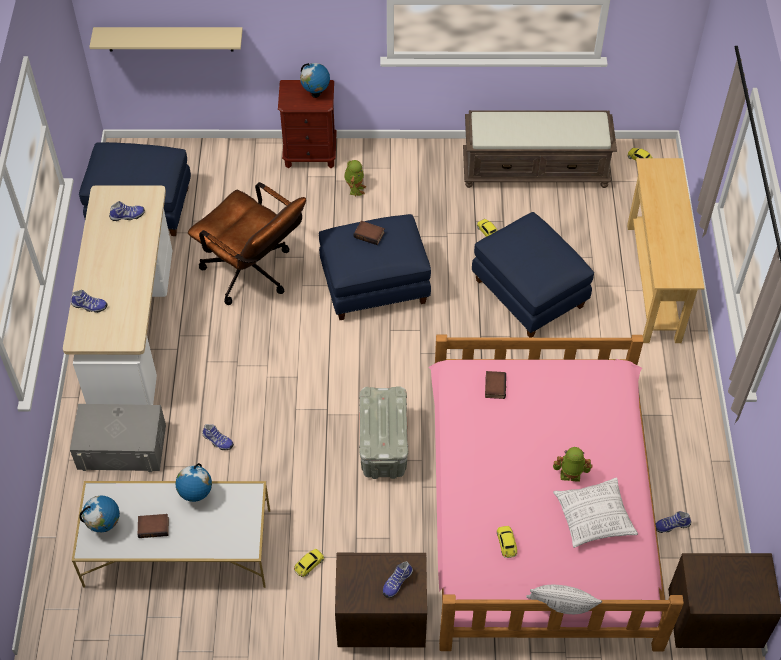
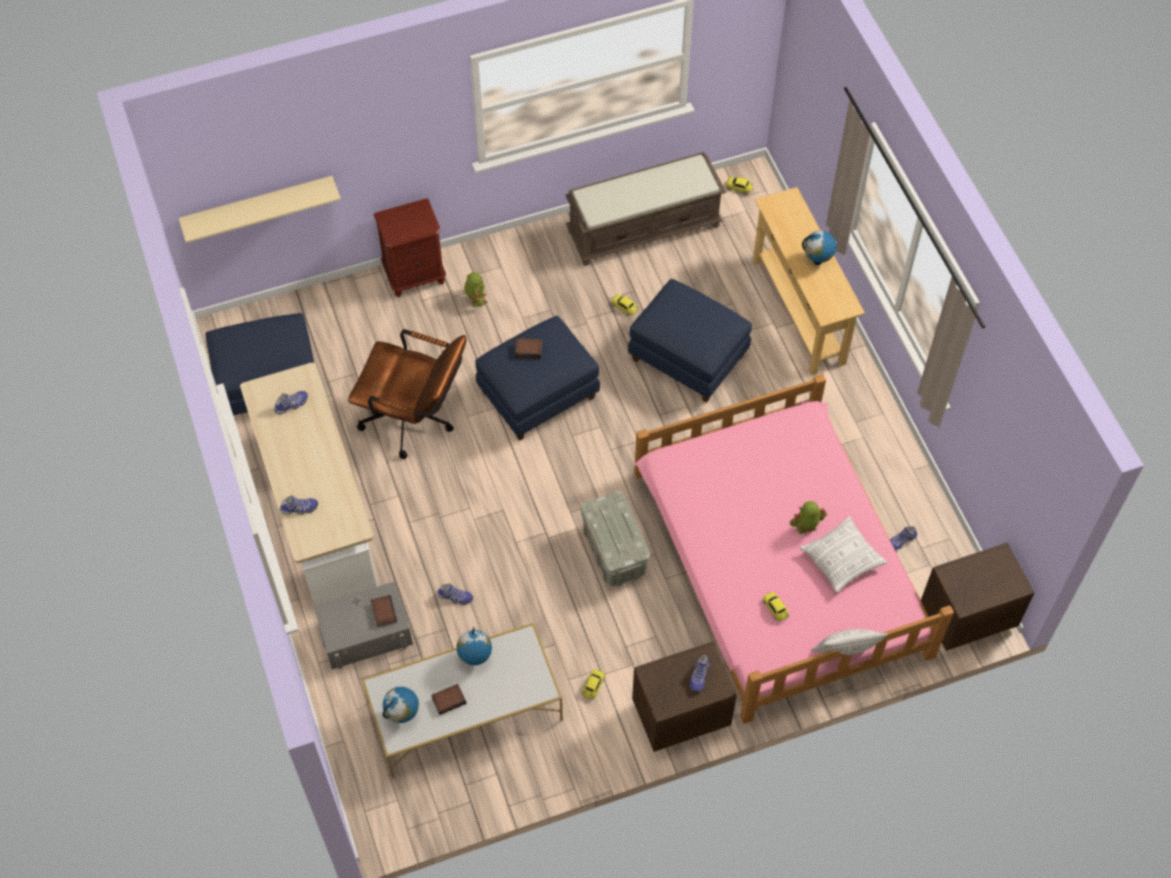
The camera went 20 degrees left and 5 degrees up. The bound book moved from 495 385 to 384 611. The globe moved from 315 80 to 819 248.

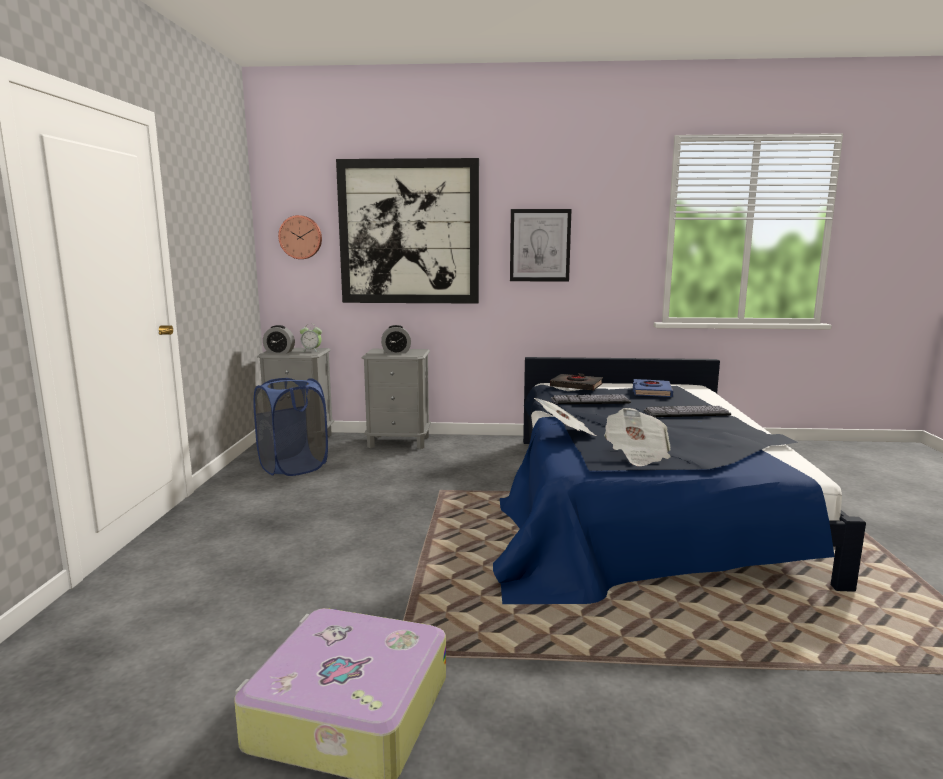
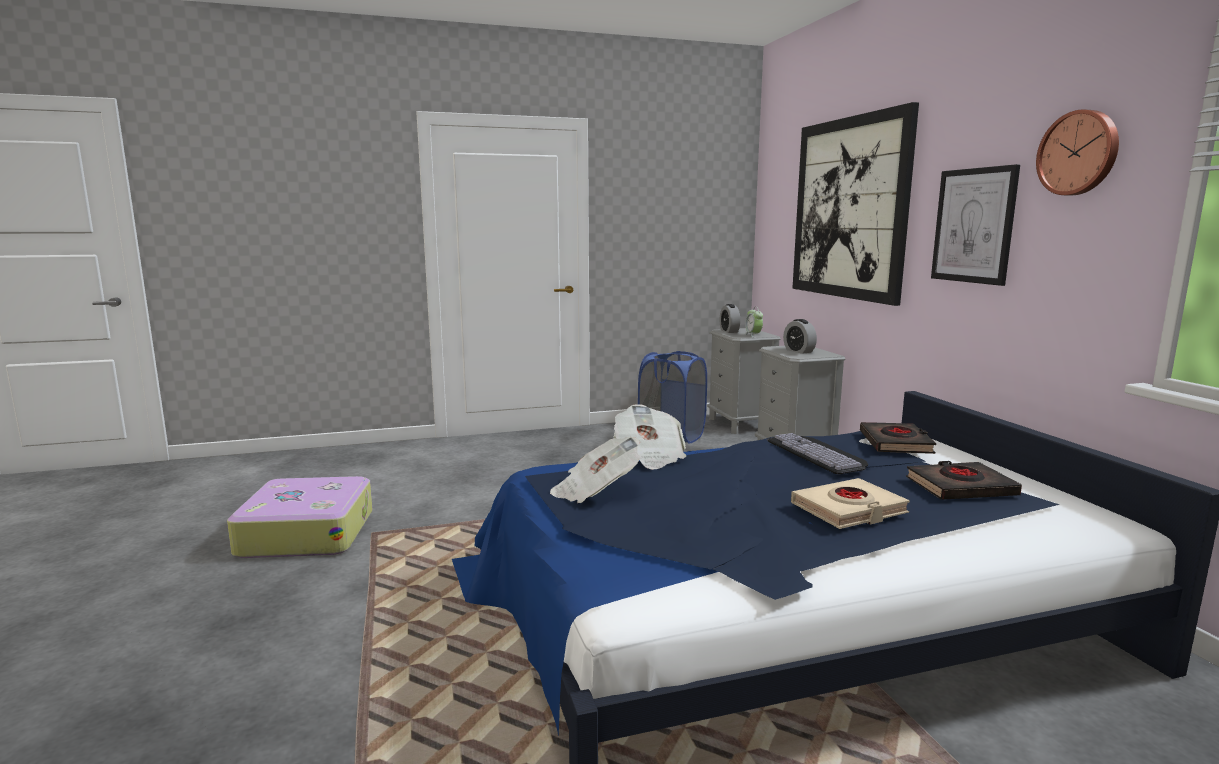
The camera went 70 degrees right and 0 degrees up. The keyboard at 687 411 was replaced by the bound book (beige) at 850 503. The bound book (blue) at 653 388 became the bound book (black) at 964 480. The wall clock moved from 300 237 to 1077 152.

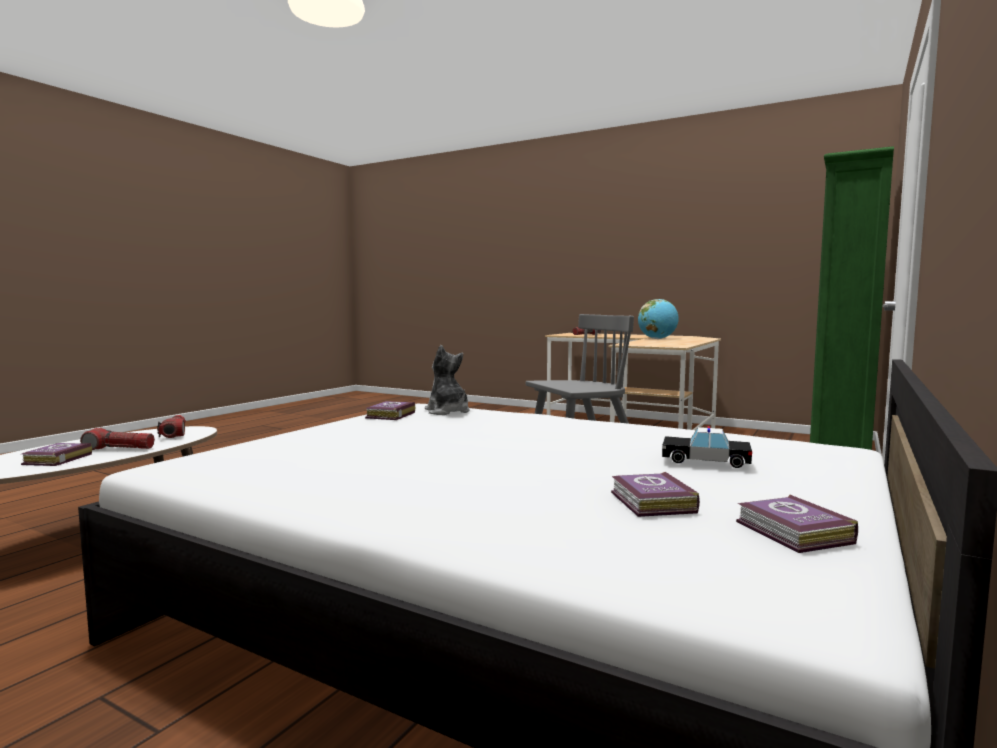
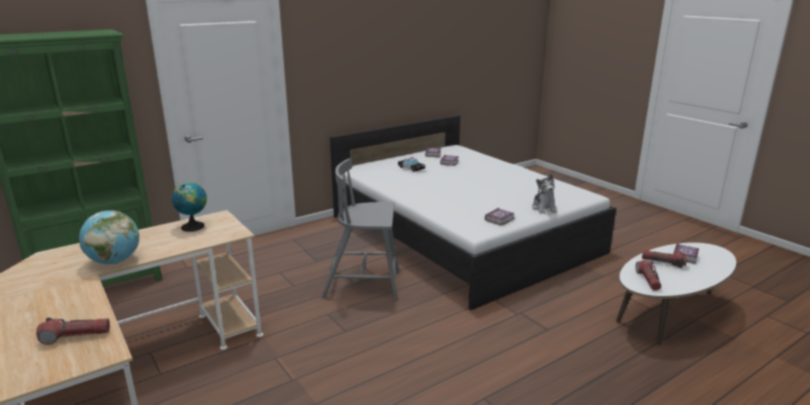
The camera went 155 degrees left and 15 degrees up. The globe at 189 207 appeared. The plush toy moved from 447 380 to 544 193.

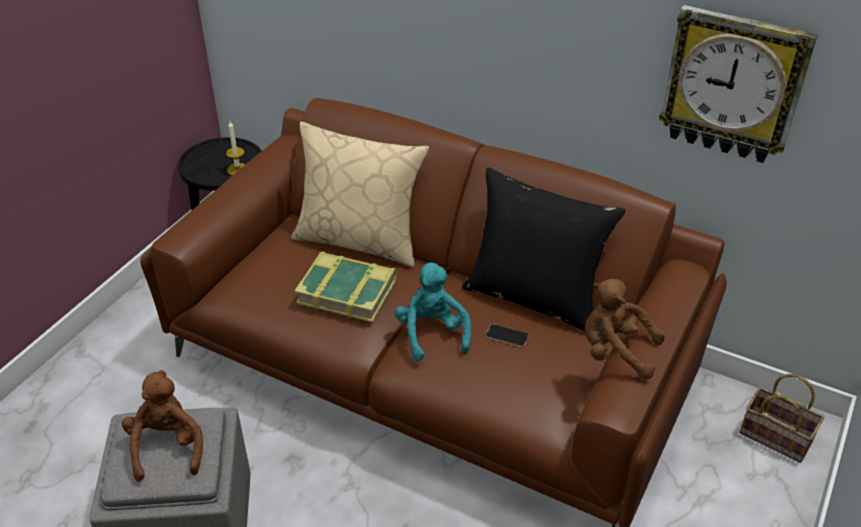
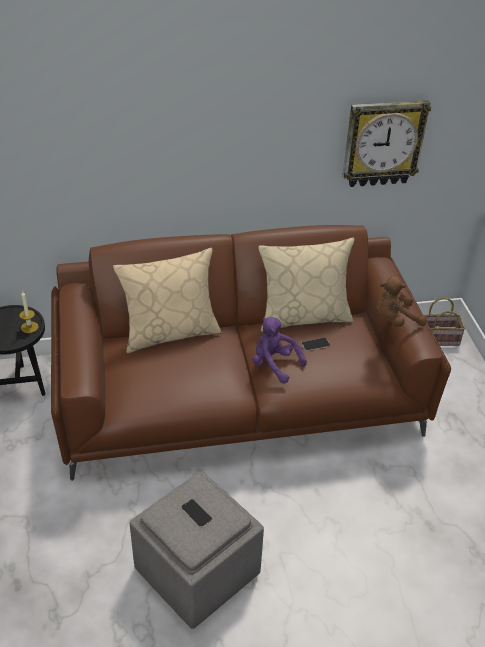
The camera went 40 degrees left and 0 degrees up. The plush toy (brown-coloured) at 162 426 was replaced by the telephone at 196 513. The plush toy (blue-green) at 433 311 became the plush toy (purple) at 280 350. The throw pillow (black) at 544 250 became the throw pillow (beige) at 306 285. The bound book at 346 287 disappeared.

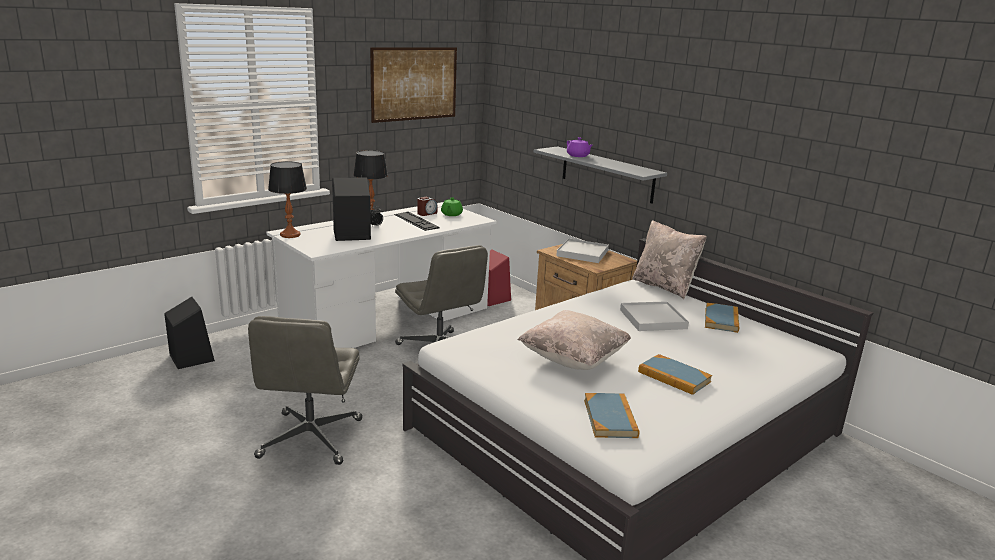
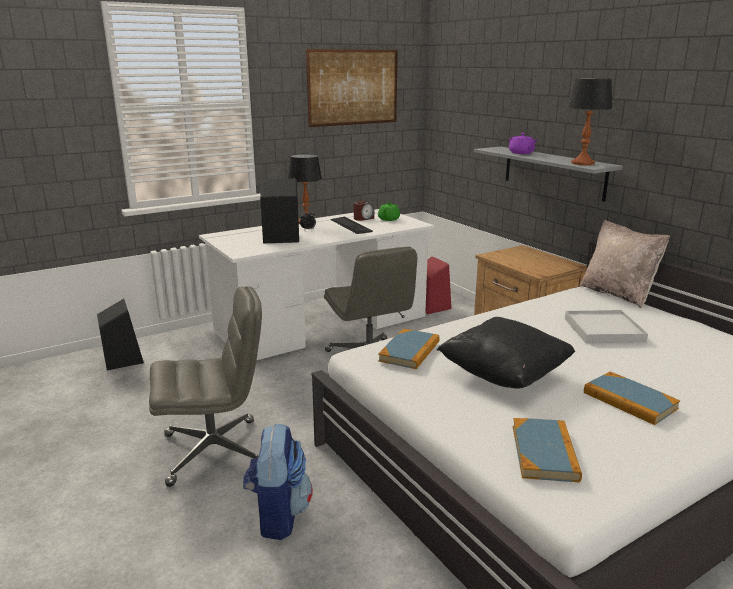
The camera went 10 degrees right and 0 degrees up. The computer chair (grey) at 305 390 turned 120 degrees counterclockwise. The backpack at 278 482 appeared. The bound book moved from 722 318 to 409 349. The throw pillow (beige) at 574 340 became the throw pillow (black) at 506 353. The lamp for a table moved from 287 199 to 590 121. The tray (white-coloured) at 582 250 disappeared.

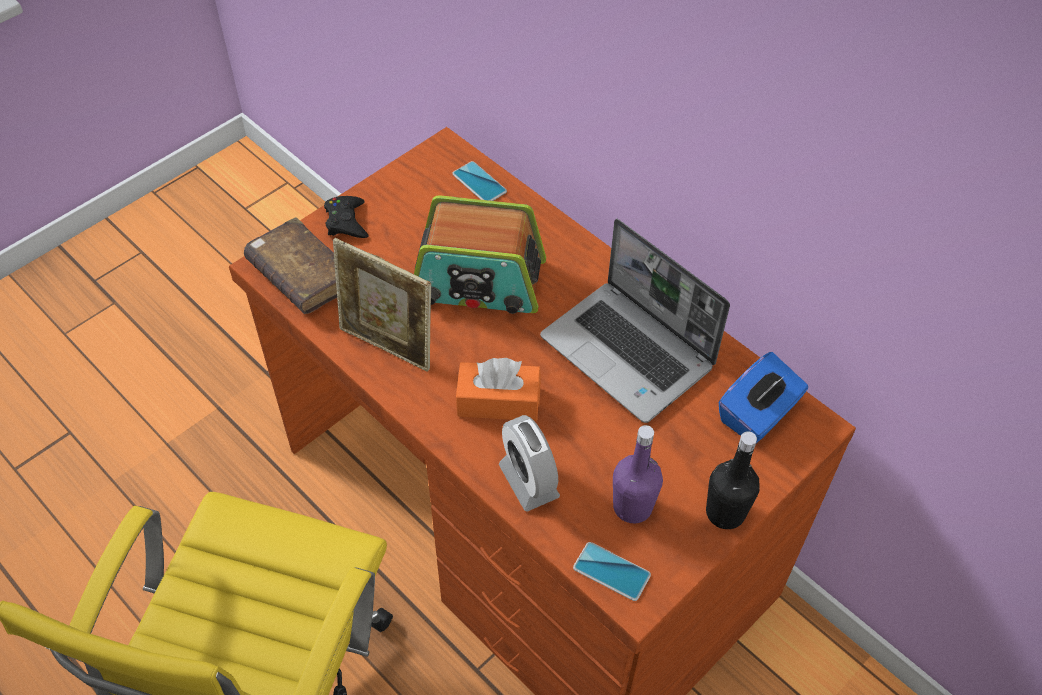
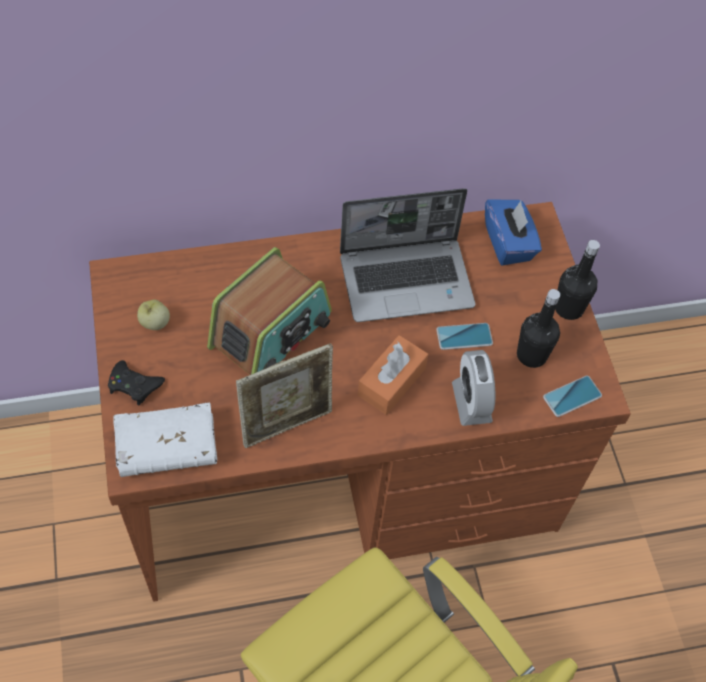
The camera went 60 degrees left and 5 degrees up. The bound book (brown-coloured) at 290 265 became the bound book (white-coloured) at 165 439. The whole apple at 153 314 appeared. The telephone moved from 479 181 to 464 336. The bedside clock at 529 463 turned 75 degrees clockwise. The drink bottle (purple) at 638 474 became the drink bottle (black) at 538 328.

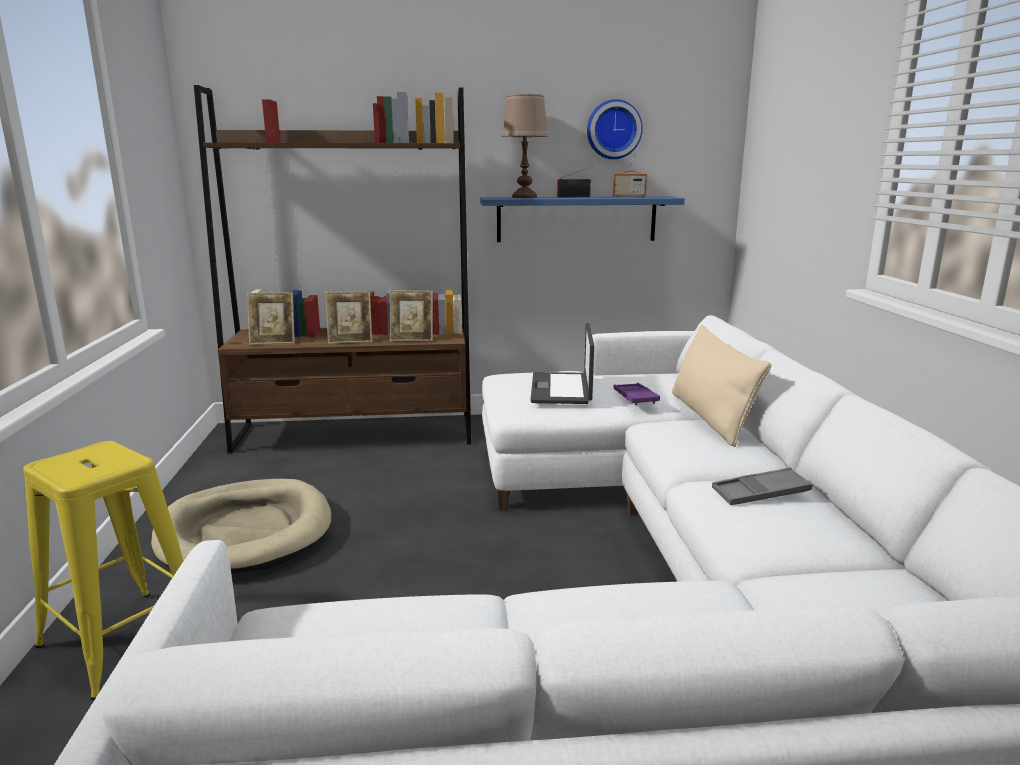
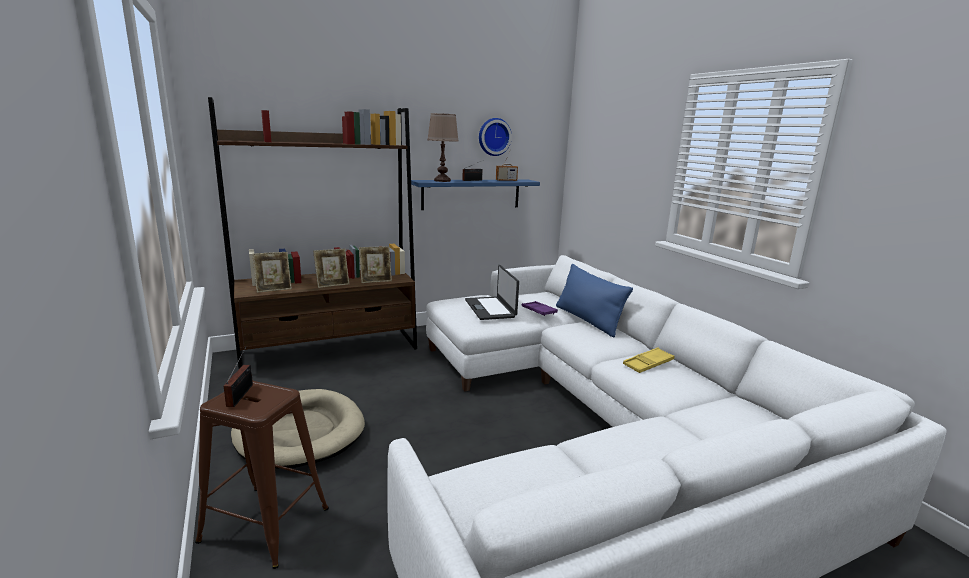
The camera went 20 degrees left and 0 degrees up. The sitting stool (yellow-coloured) at 103 570 became the sitting stool (brown-coloured) at 262 474. The radio set at 238 377 appeared. The throw pillow (beige) at 721 386 became the throw pillow (blue) at 594 300. The tray (grey) at 762 486 became the tray (yellow-coloured) at 649 360.

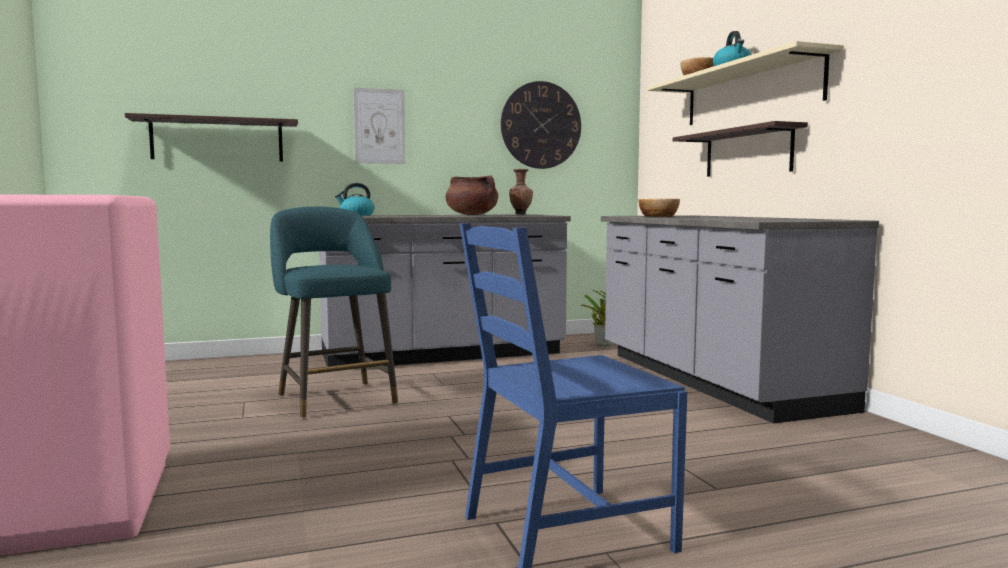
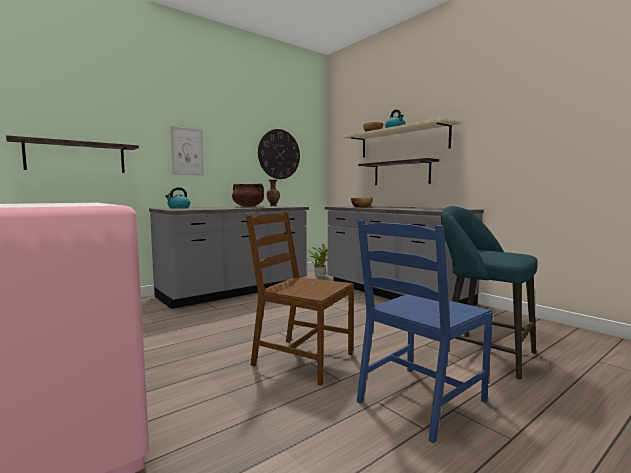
The camera went 20 degrees left and 0 degrees up. The chair (brown-coloured) at 300 299 appeared. The sitting stool (blue-green) moved from 334 312 to 489 293.

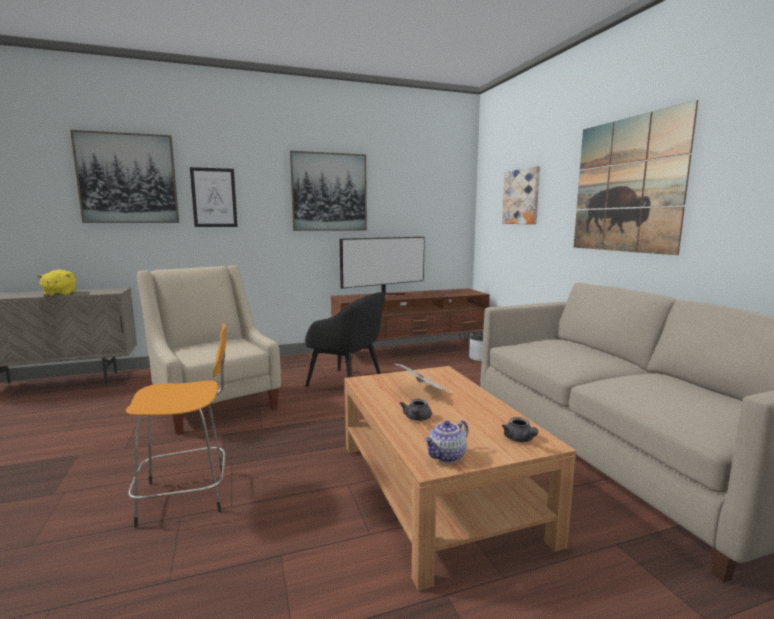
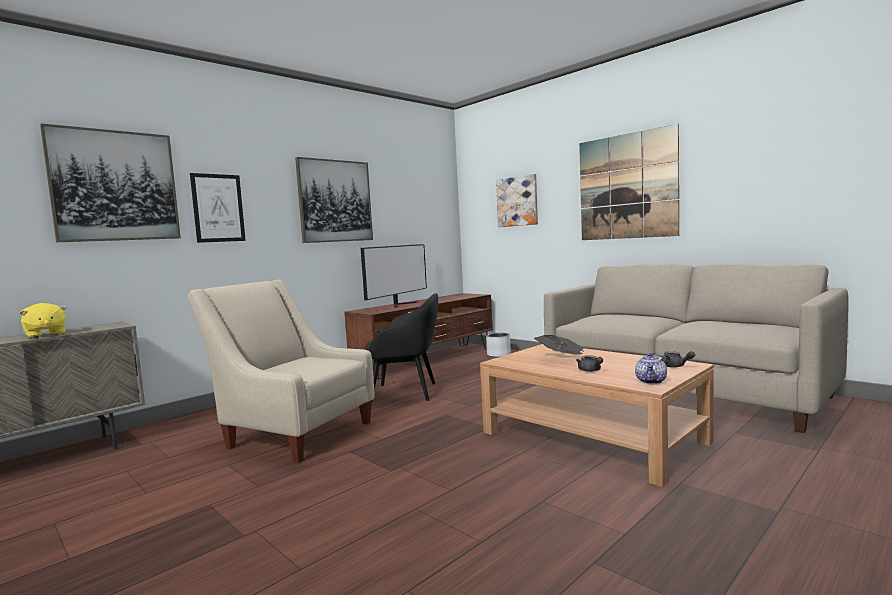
The camera went 25 degrees left and 5 degrees down. The sitting stool (orangey) at 176 425 disappeared.

